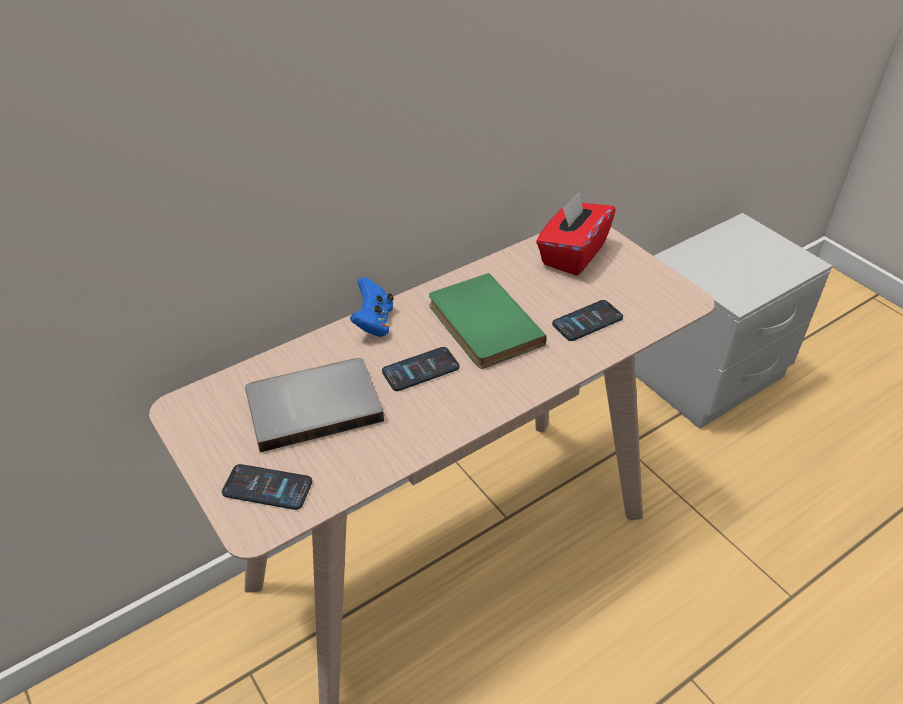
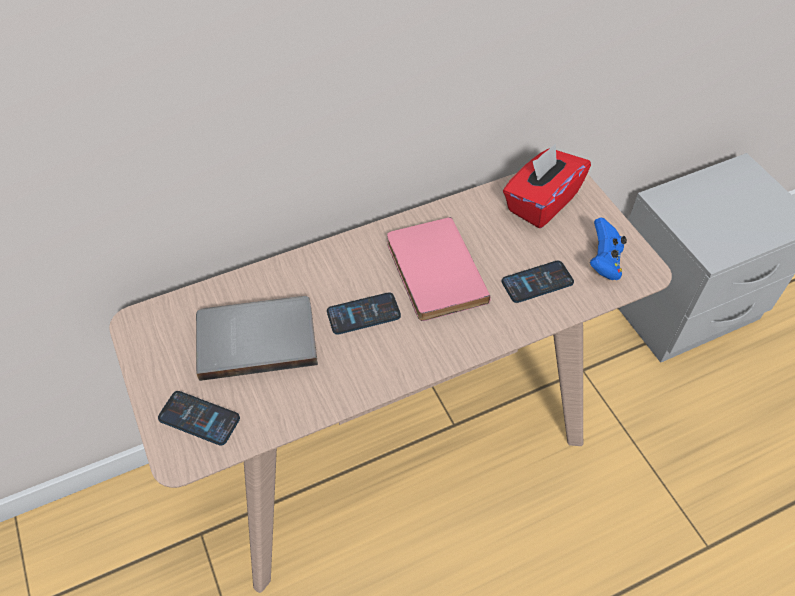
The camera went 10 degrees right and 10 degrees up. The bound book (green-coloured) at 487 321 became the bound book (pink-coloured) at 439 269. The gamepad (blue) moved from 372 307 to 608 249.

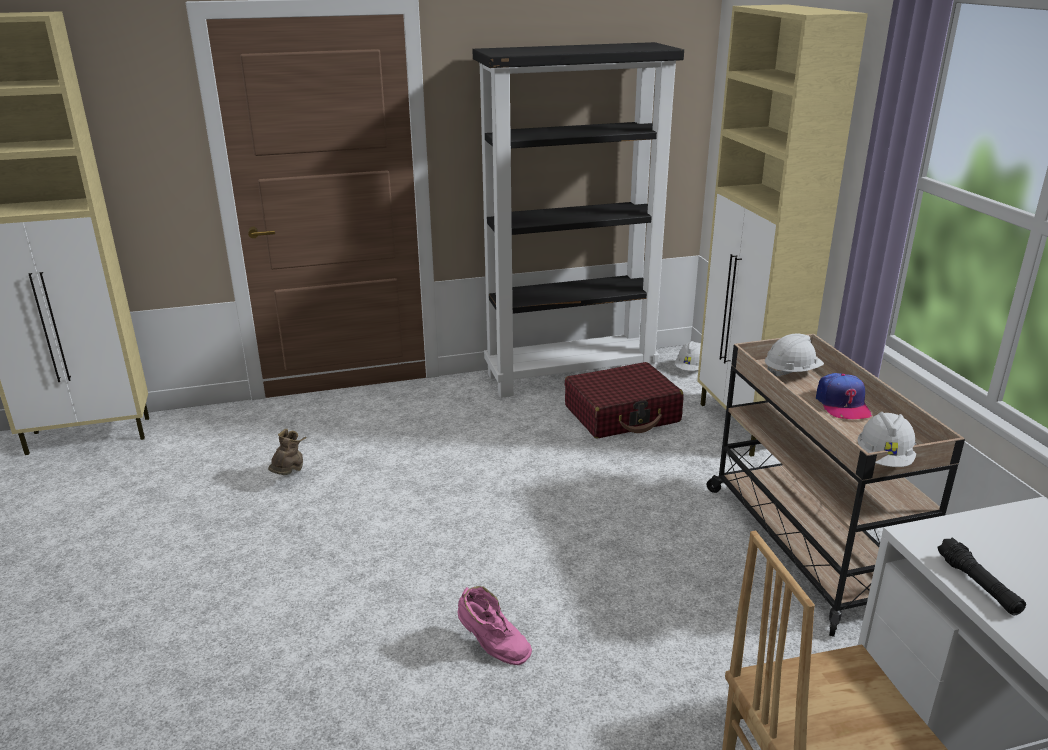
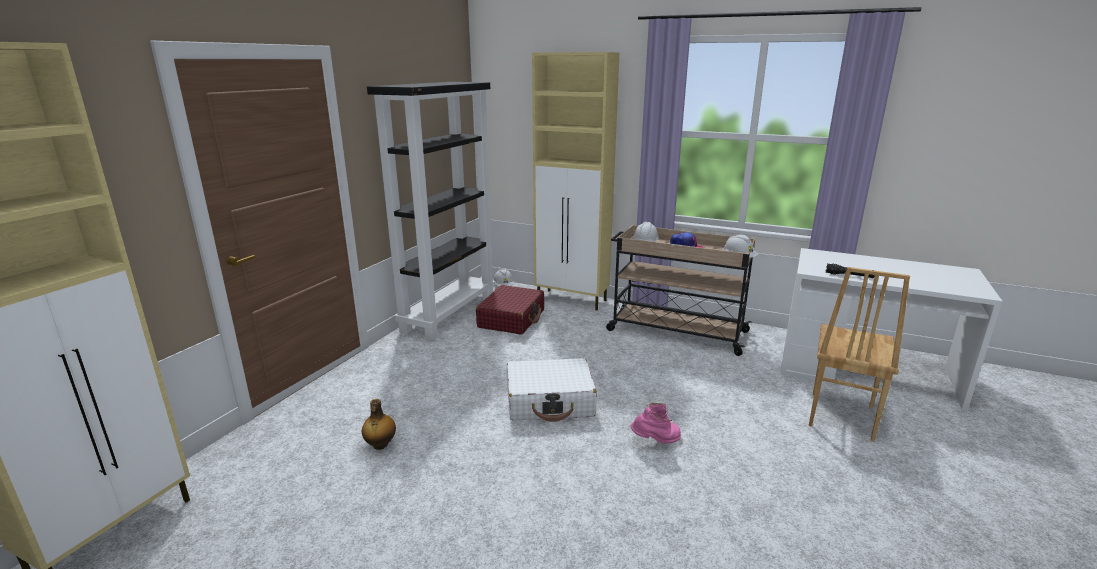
The camera went 50 degrees left and 5 degrees down. The high-top boot (brown-coloured) at 287 452 was replaced by the drink bottle at 379 424. The travel case (white-coloured) at 552 390 appeared.

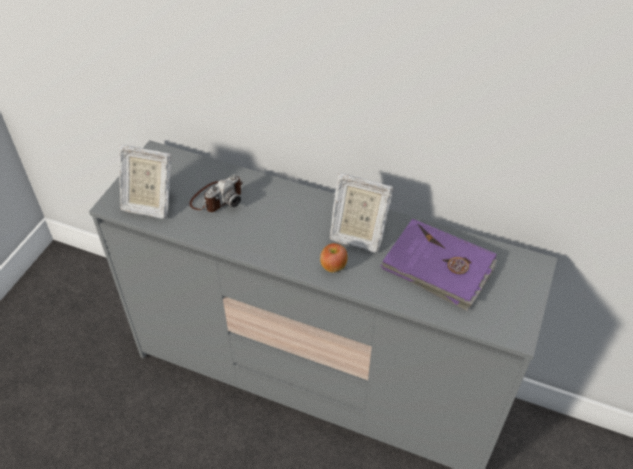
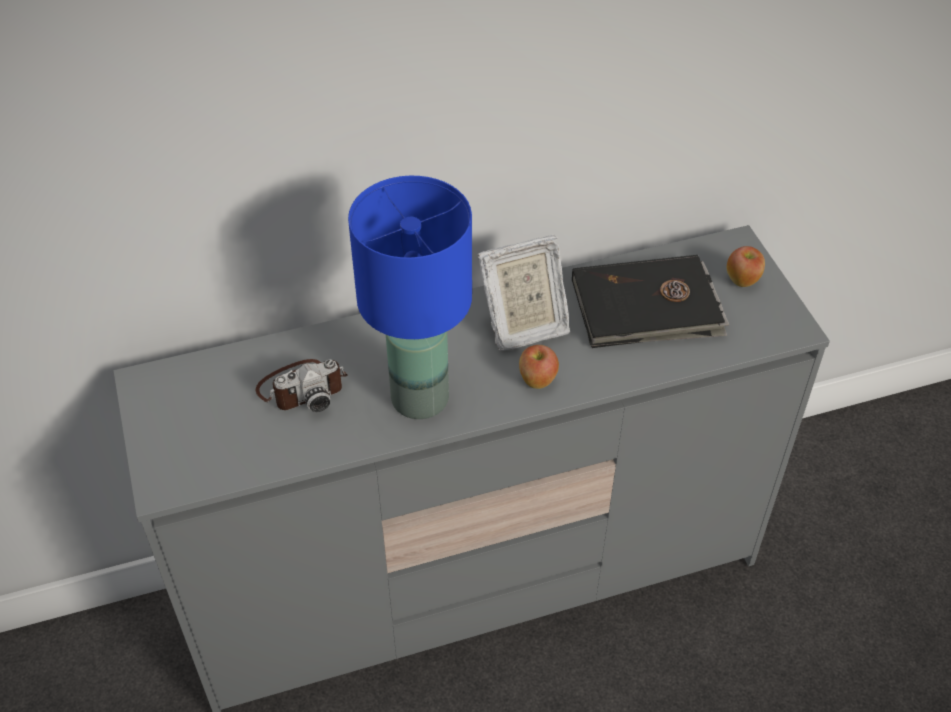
The camera went 40 degrees left and 0 degrees up. The still camera at 216 193 turned 60 degrees clockwise. The lamp for a table (blue) at 410 297 appeared. The bound book (purple) at 438 265 became the bound book (black) at 650 301. The whole apple at 746 266 appeared. The photo frame at 145 182 disappeared.

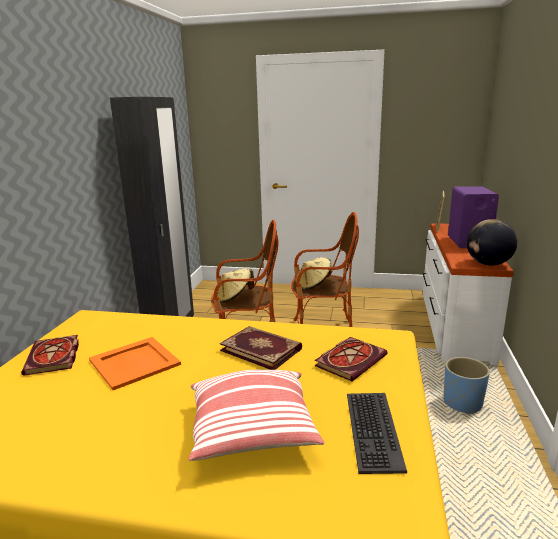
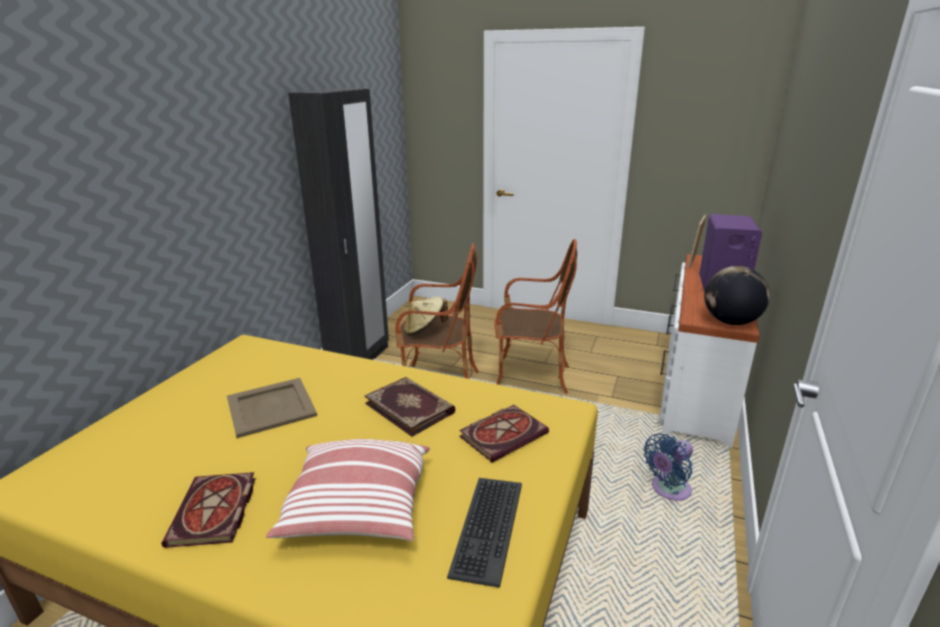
The camera went 10 degrees right and 5 degrees up. The bound book moved from 50 355 to 208 510. The tray (orangey) at 135 363 became the tray (beige) at 272 408. The flower pot (blue) at 466 385 was replaced by the cooling fan (blue) at 668 467. The clothing hat (beige) at 313 273 disappeared.

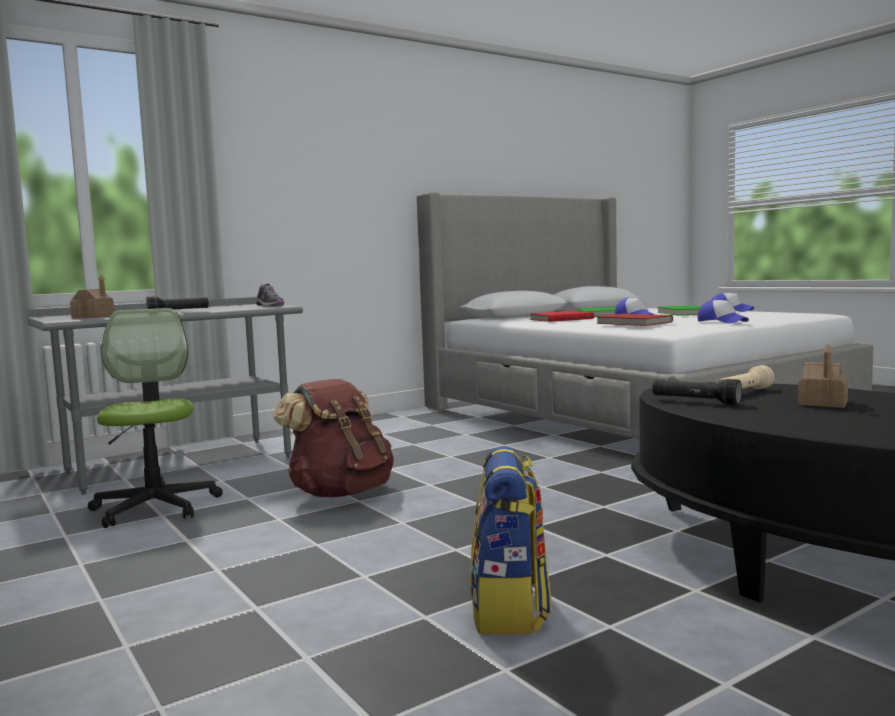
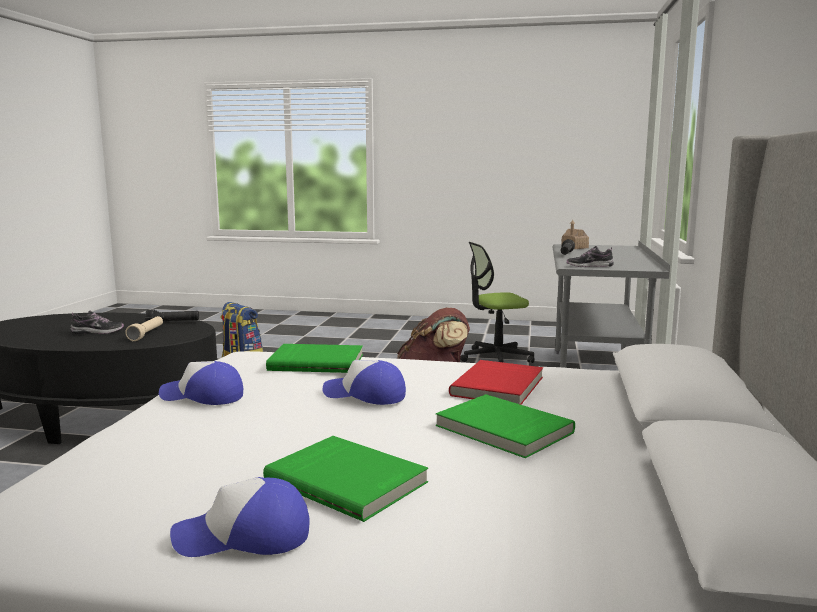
The camera went 135 degrees right and 5 degrees up. The model house at 823 376 was replaced by the item of footwear at 97 322. The bound book (red-coloured) at 635 320 became the bound book (green-coloured) at 314 358. The computer chair at 155 418 turned 135 degrees clockwise.

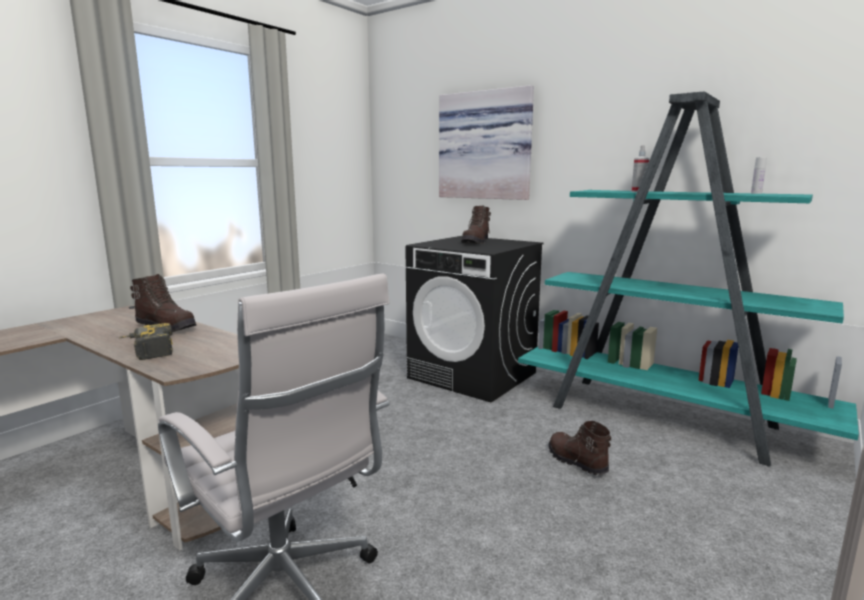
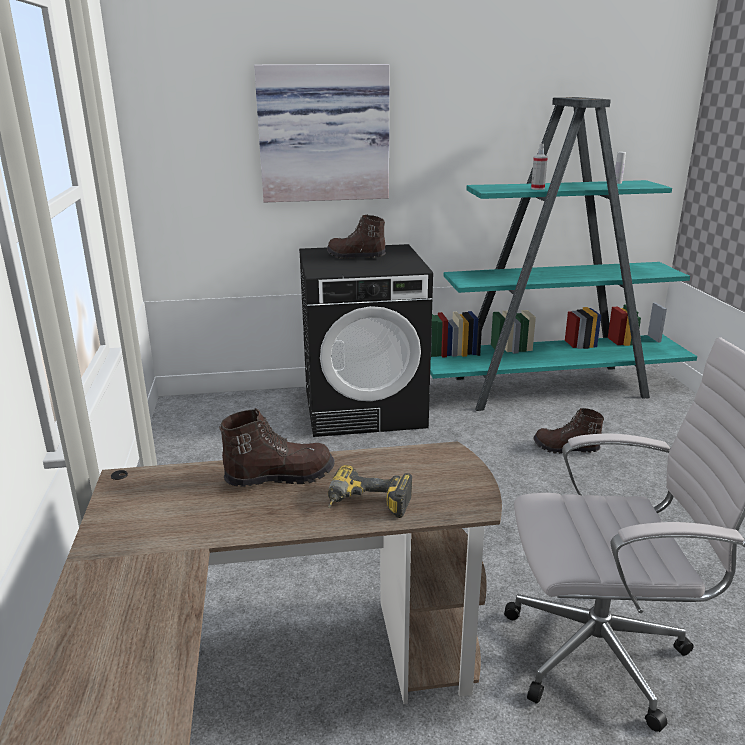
The camera went 45 degrees left and 10 degrees up. The high-top boot (brown-coloured) at 476 225 turned 135 degrees clockwise.

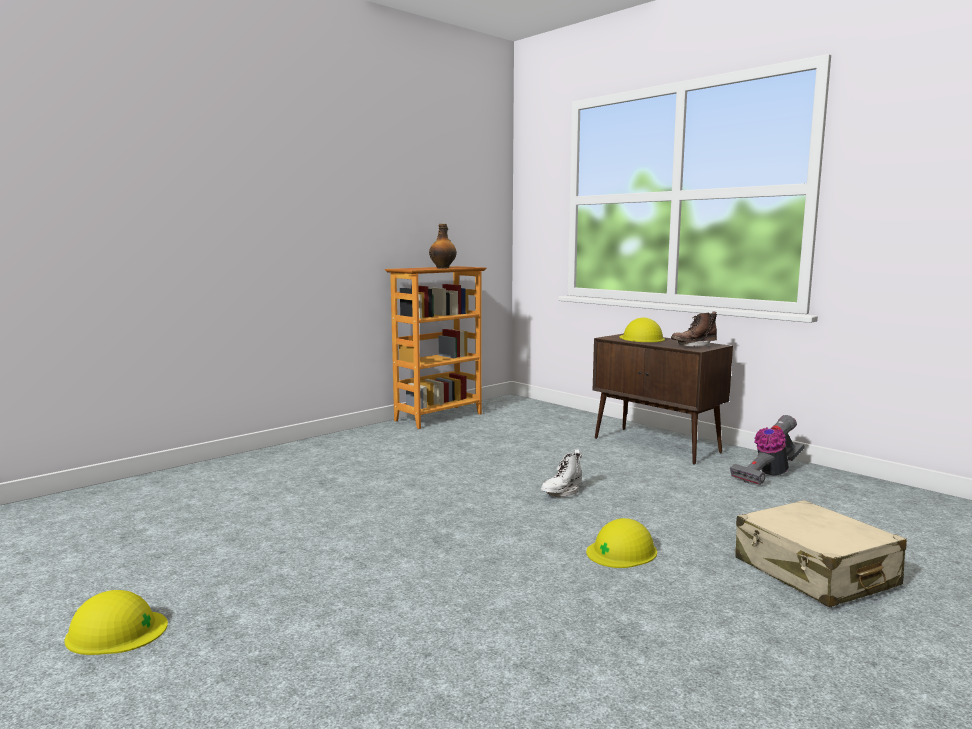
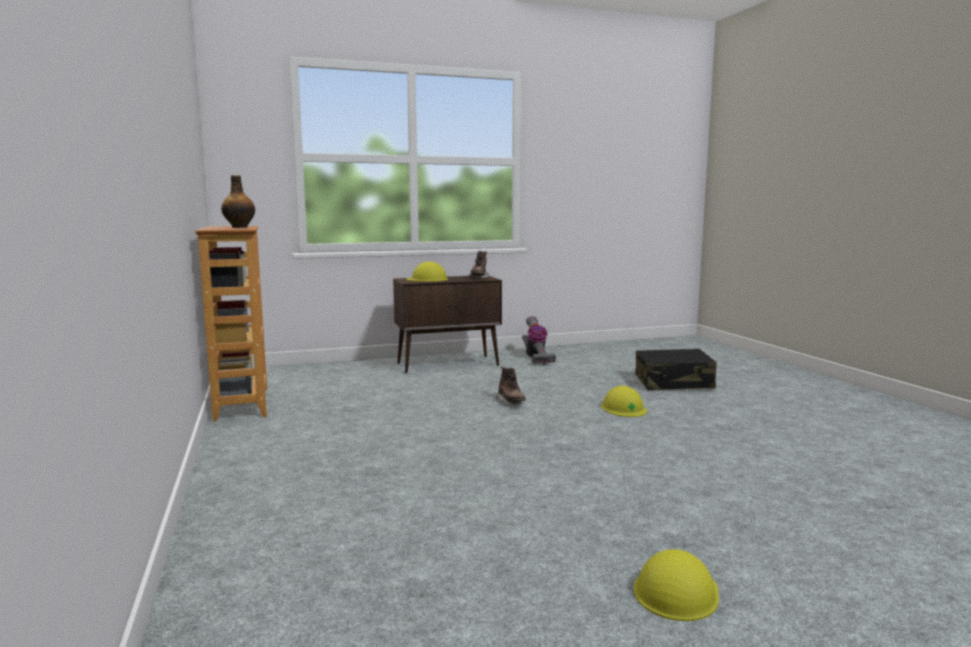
The camera went 65 degrees left and 0 degrees up. The high-top boot (white-coloured) at 561 473 became the high-top boot (brown-coloured) at 511 385. The travel case (beige) at 821 553 became the travel case (black) at 676 369.

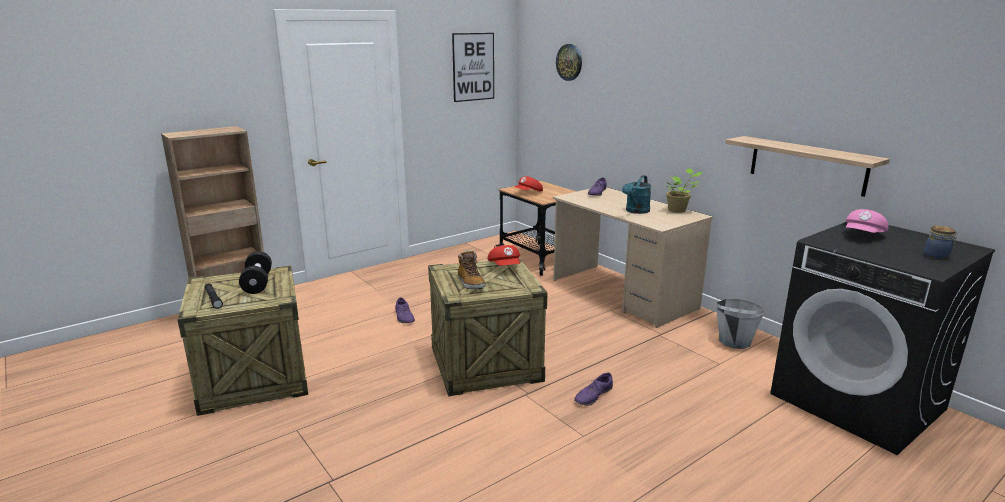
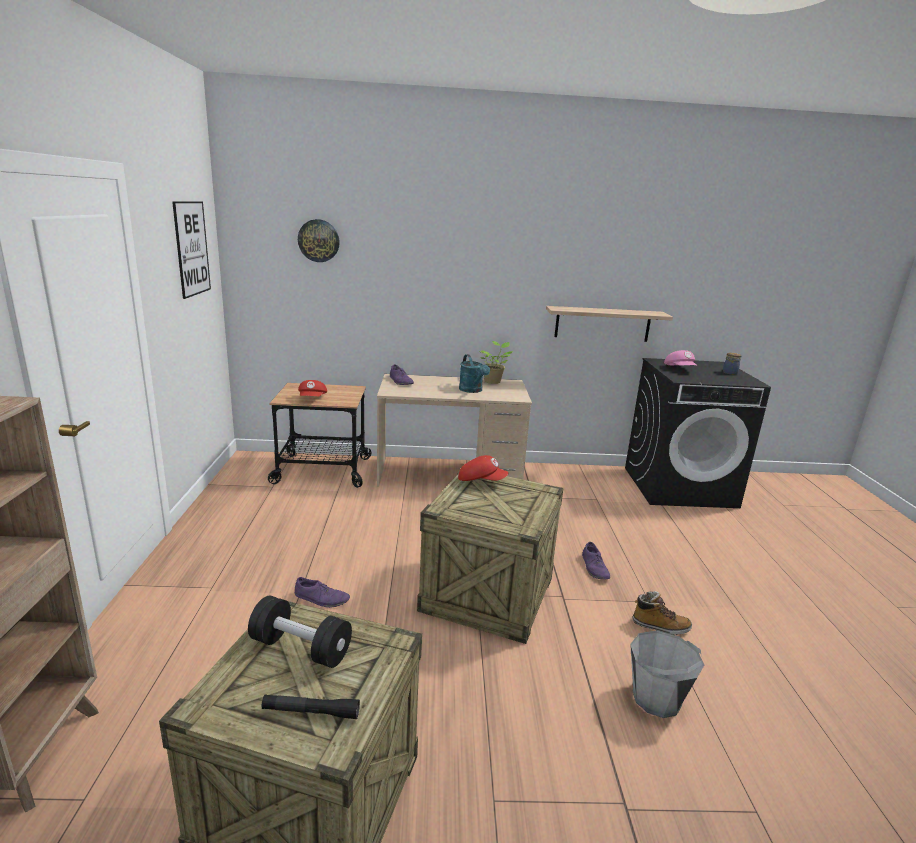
The camera went 55 degrees left and 0 degrees up. The bucket (grey) moved from 739 324 to 667 674. The high-top boot moved from 472 269 to 662 613.

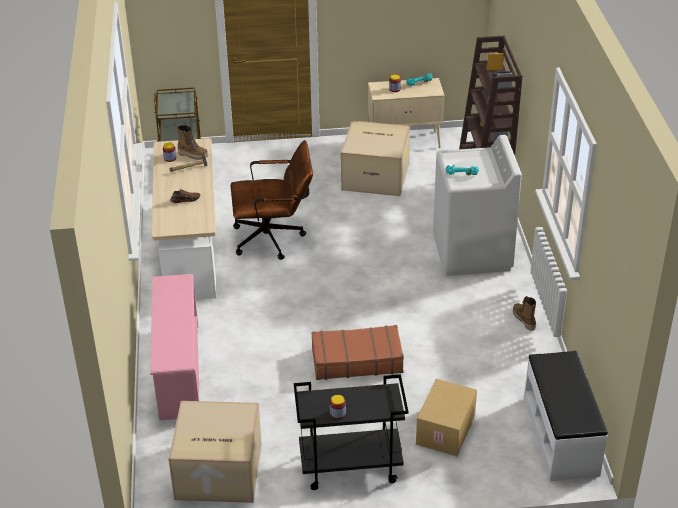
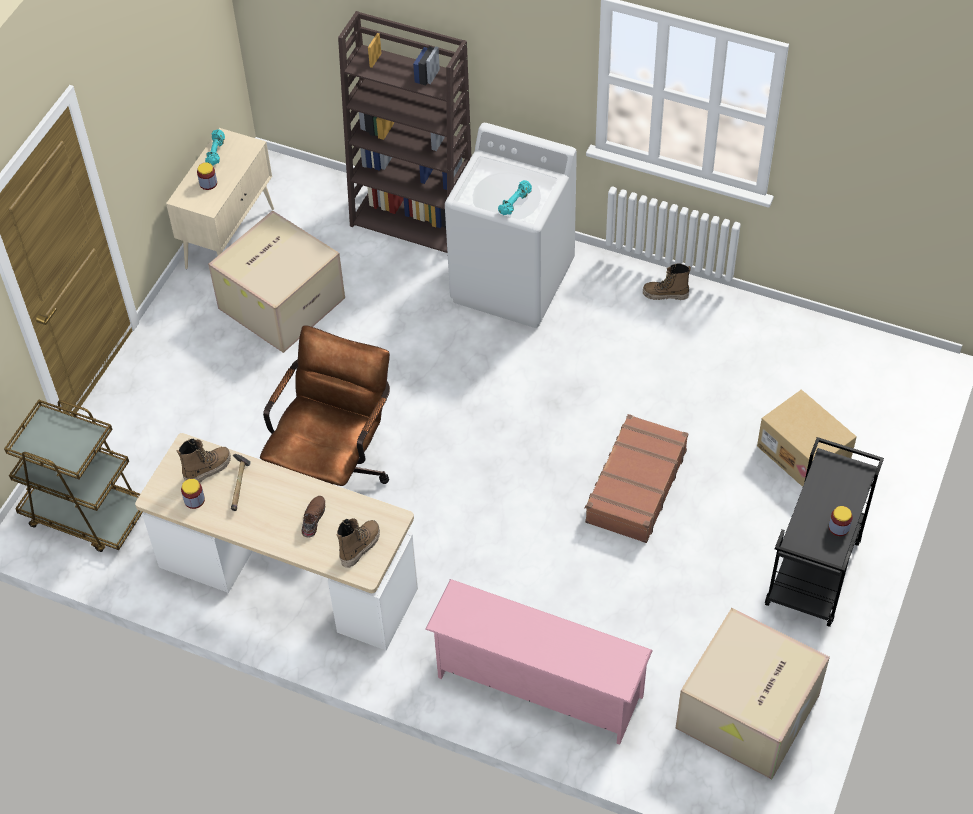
The camera went 60 degrees left and 15 degrees up. The high-top boot at 358 543 appeared. The bench (white-coloured) at 566 416 disappeared.

